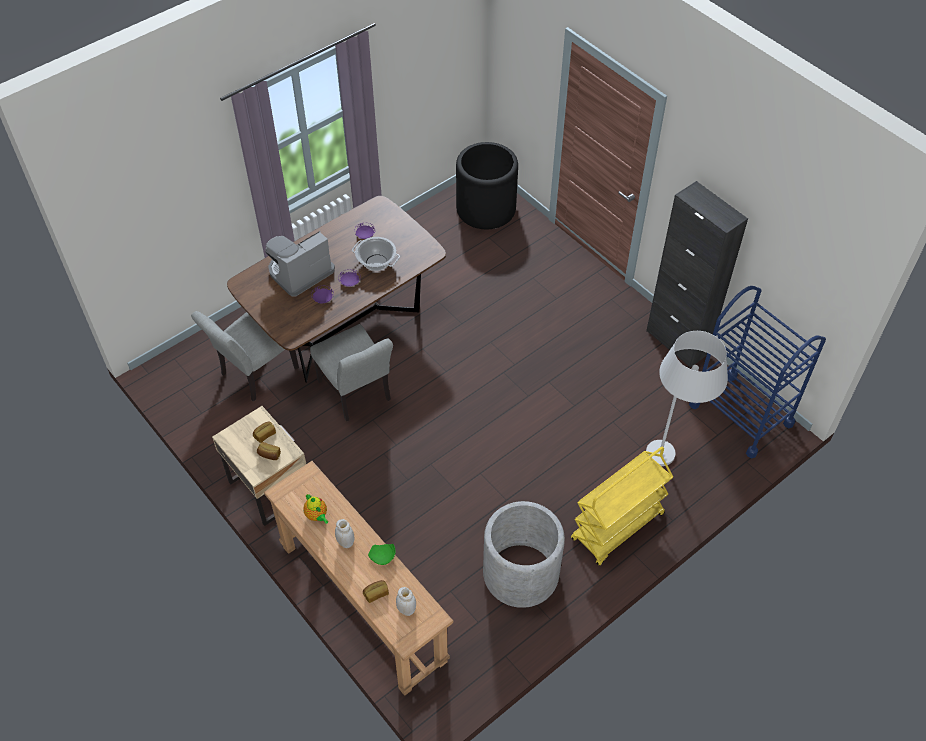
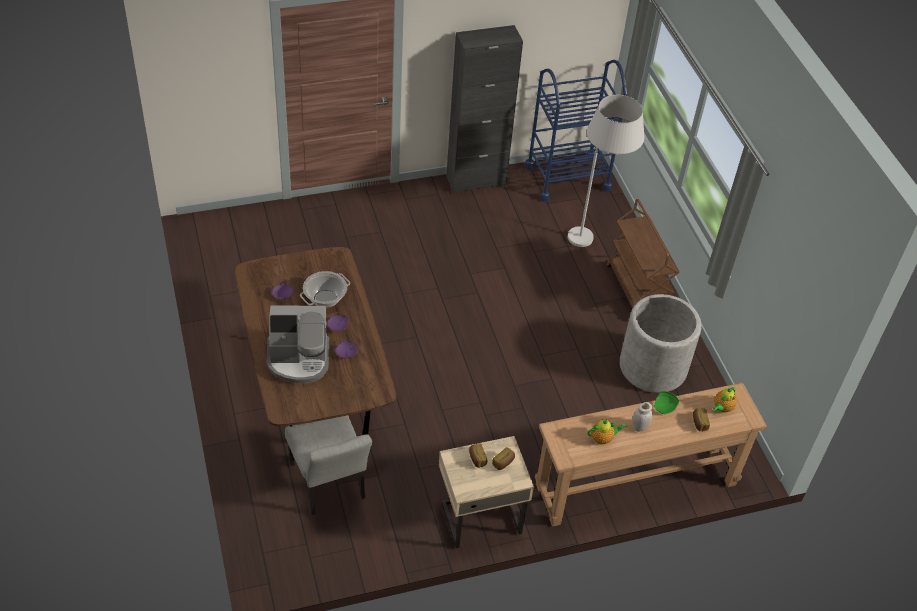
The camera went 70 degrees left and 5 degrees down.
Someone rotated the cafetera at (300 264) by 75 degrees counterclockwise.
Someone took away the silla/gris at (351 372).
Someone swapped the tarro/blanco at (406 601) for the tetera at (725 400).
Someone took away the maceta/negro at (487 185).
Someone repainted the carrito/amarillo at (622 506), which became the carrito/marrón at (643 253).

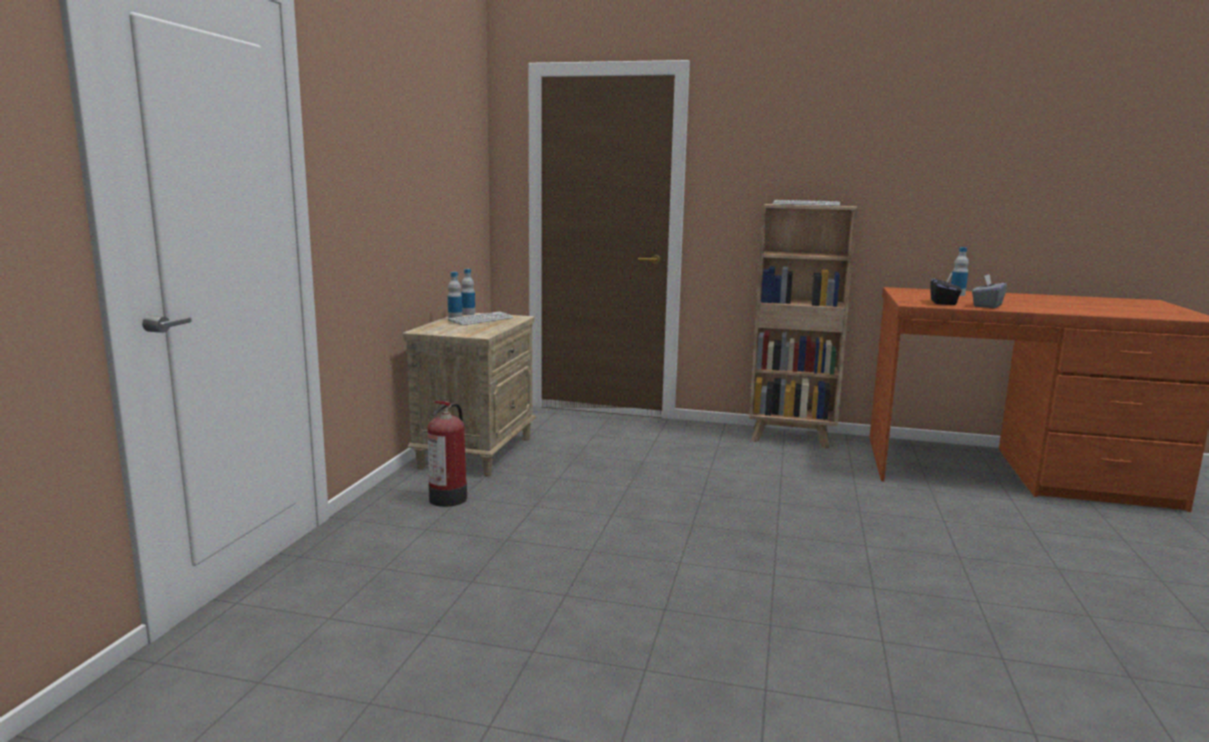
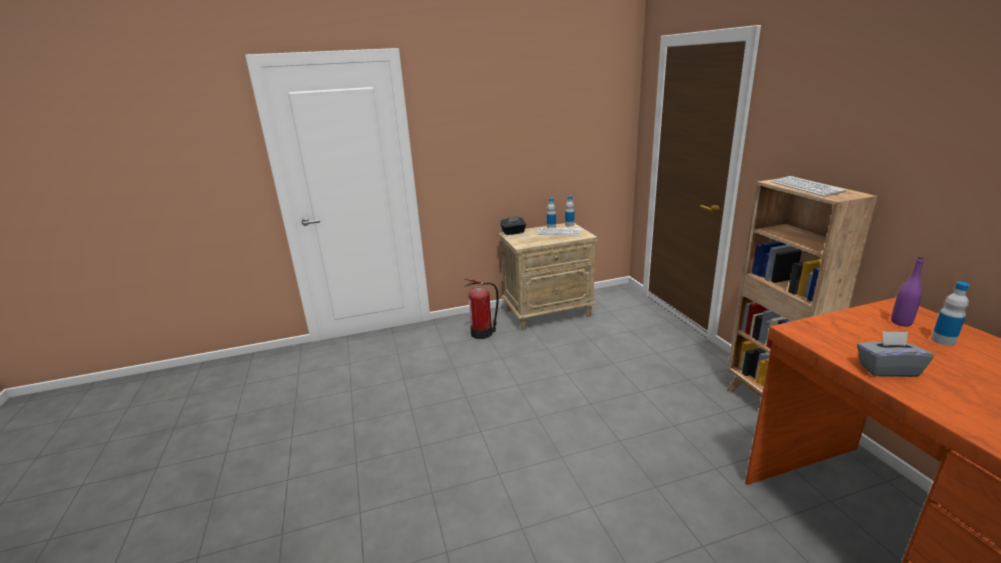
The camera went 60 degrees right and 10 degrees up.
Someone carried the caja de pañuelos/negro from (946 289) to (513 225).
Someone put down the botella/morado at (908 291).

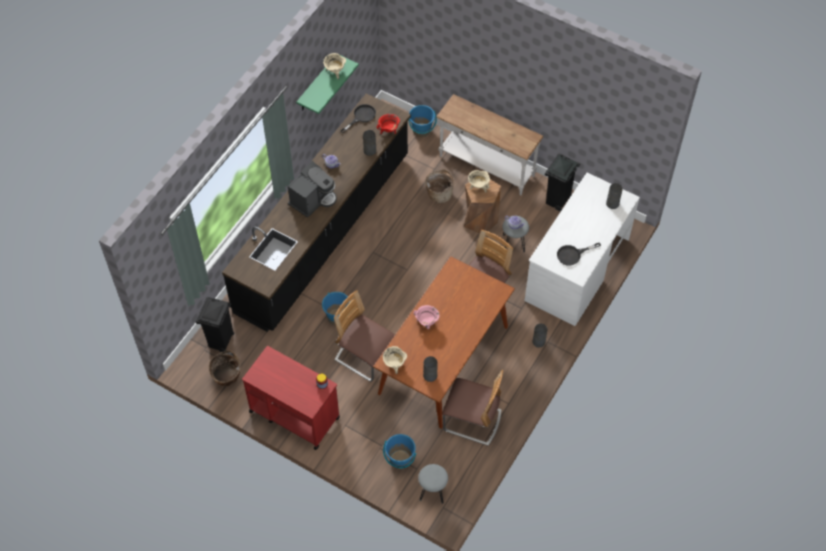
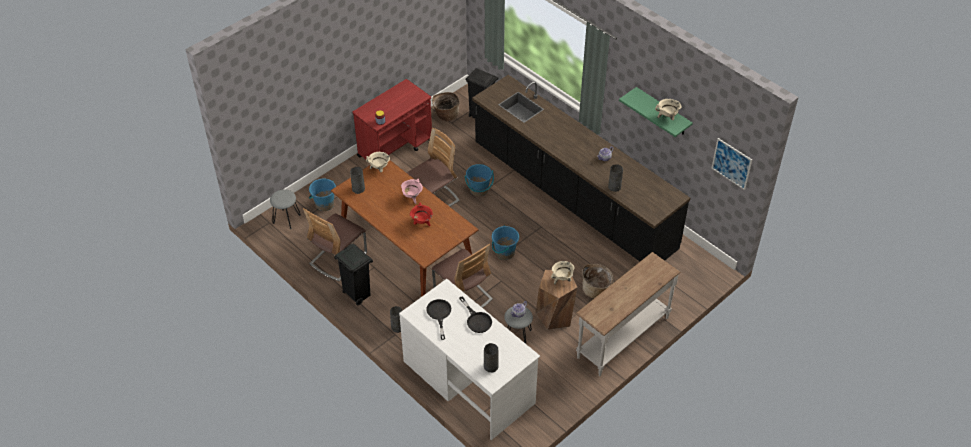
The camera went 105 degrees right and 10 degrees down.
Someone took away the cafetera at (312 189).
Someone carried the sartén/negro from (358 118) to (475 314).
Someone carried the olla/rojo from (388 124) to (421 214).
Someone carried the cubo/azul from (422 121) to (505 242).
Someone carried the papelera/negro from (562 182) to (353 275).
Someone put up the cuadro at (731 164).

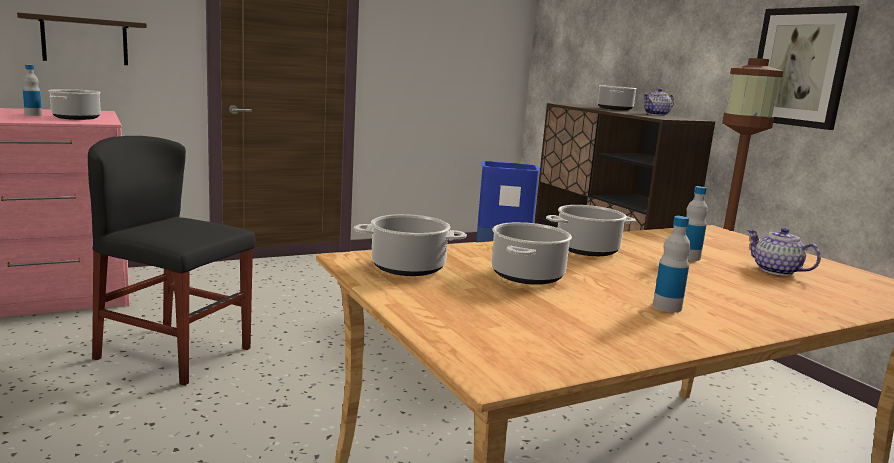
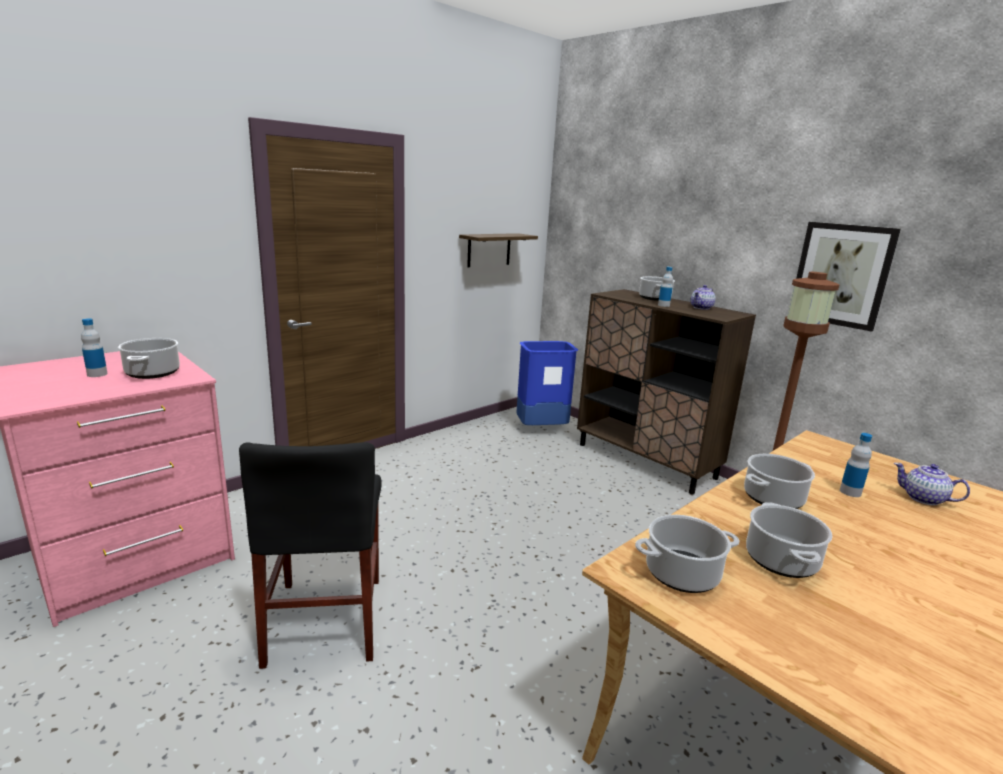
The camera went 15 degrees left and 5 degrees up.
Someone carried the estante from (82 38) to (498 250).
Someone rotated the silla/negro at (171 261) by 105 degrees counterclockwise.
Someone carried the botella from (672 264) to (665 287).

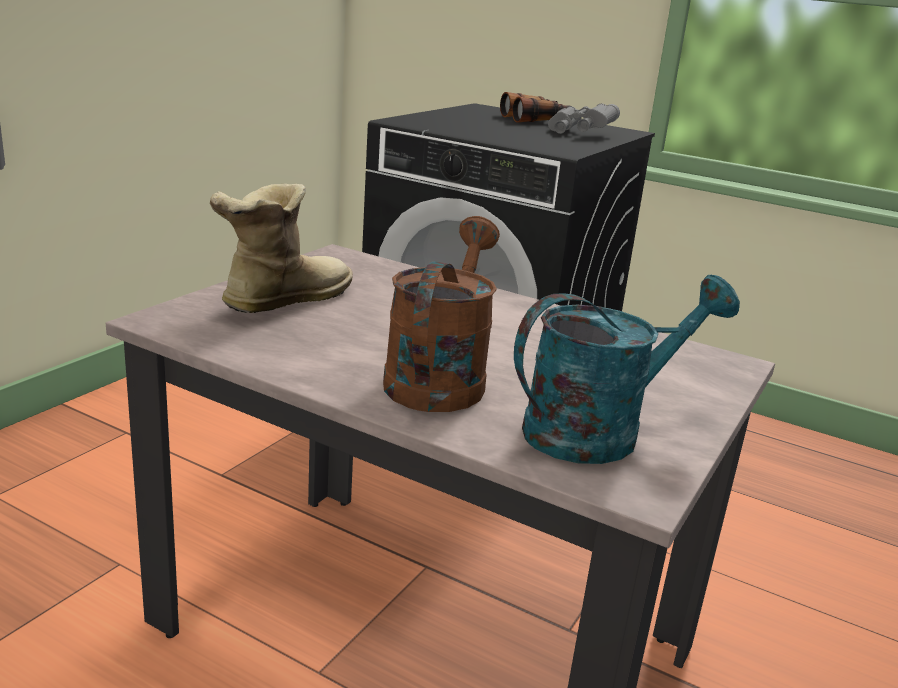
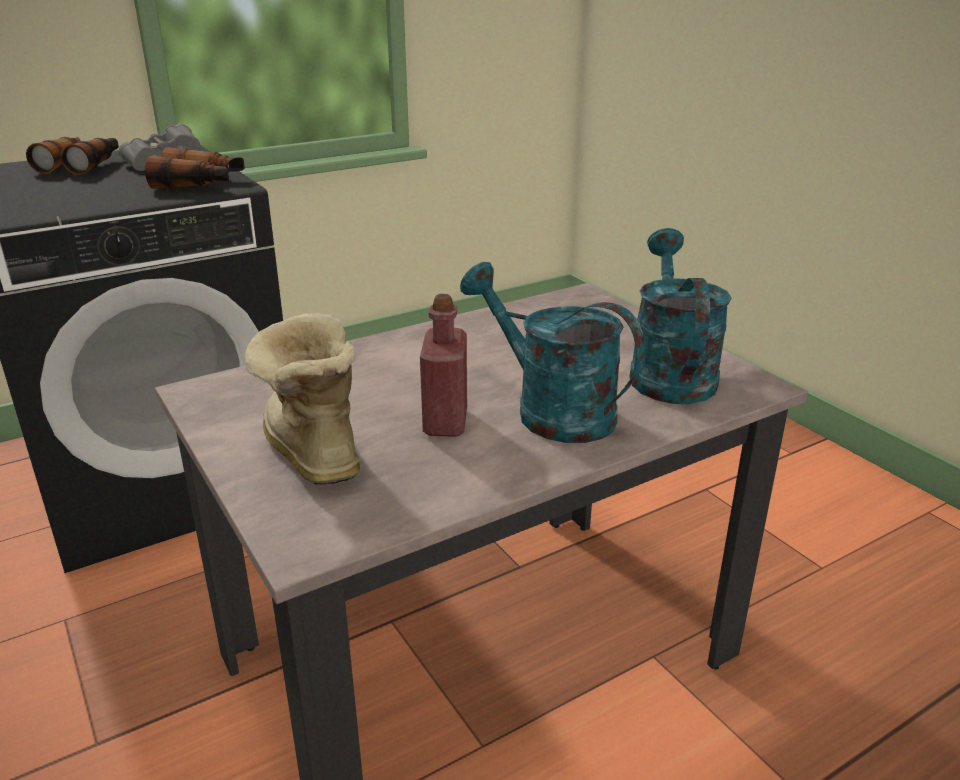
The camera went 60 degrees left and 5 degrees up.
Someone repainted the regadera/marrón at (441 314), which became the regadera/turquesa at (552 352).
Someone put down the prismáticos at (195 168).
Someone put down the botella/rojo at (443 365).

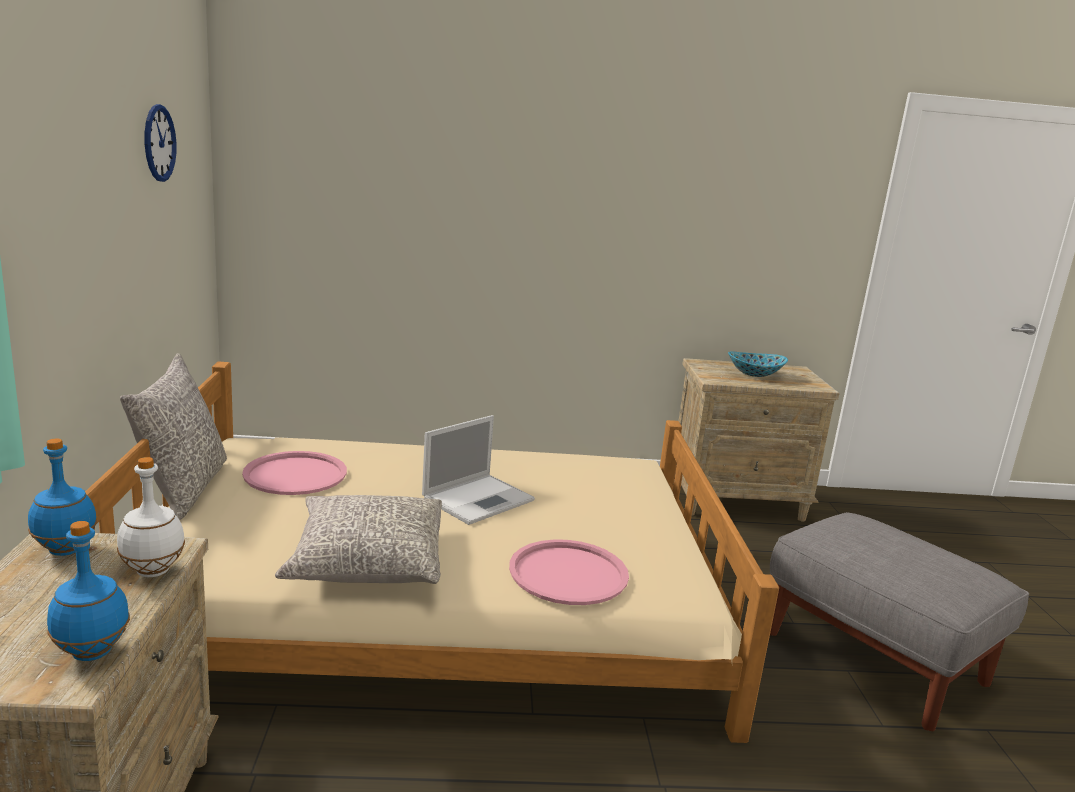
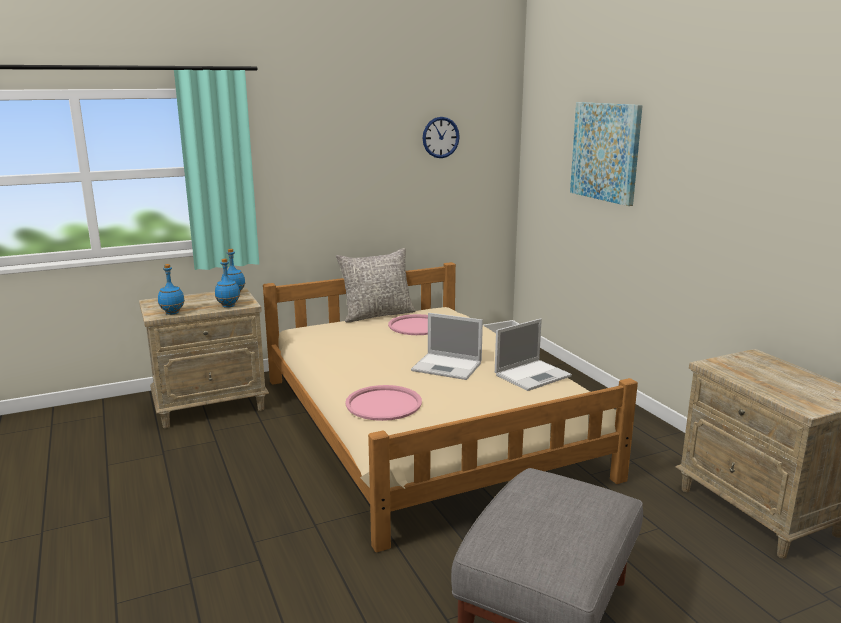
The camera went 70 degrees right and 0 degrees up.
Someone repainted the botella/blanco at (151 517), which became the botella/azul at (227 283).
Someone took away the cojín/gris at (358 539).
Someone took away the cuenco at (758 364).
Someone put down the portátil at (533 354).
Someone put up the cuadro at (606 154).

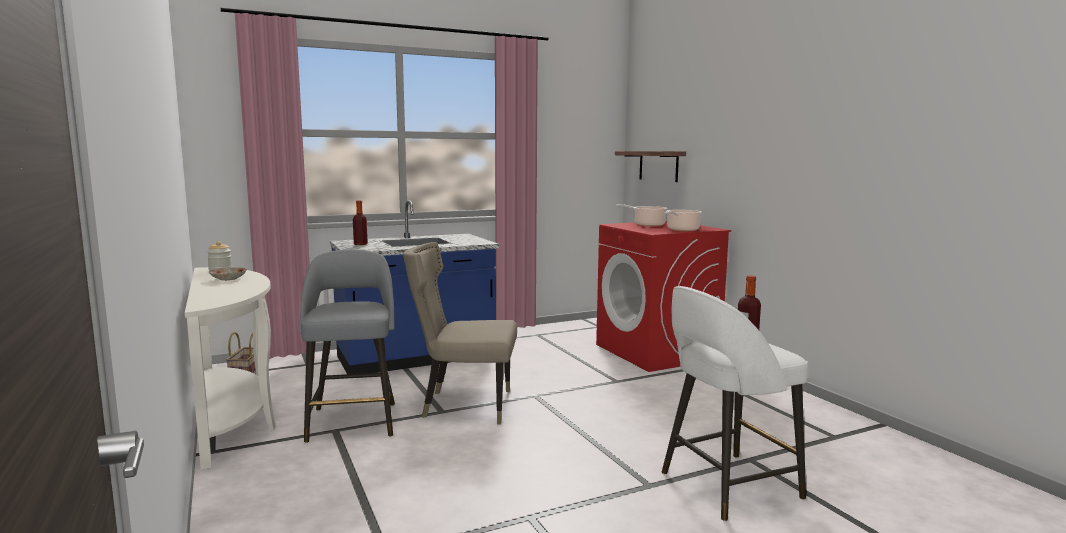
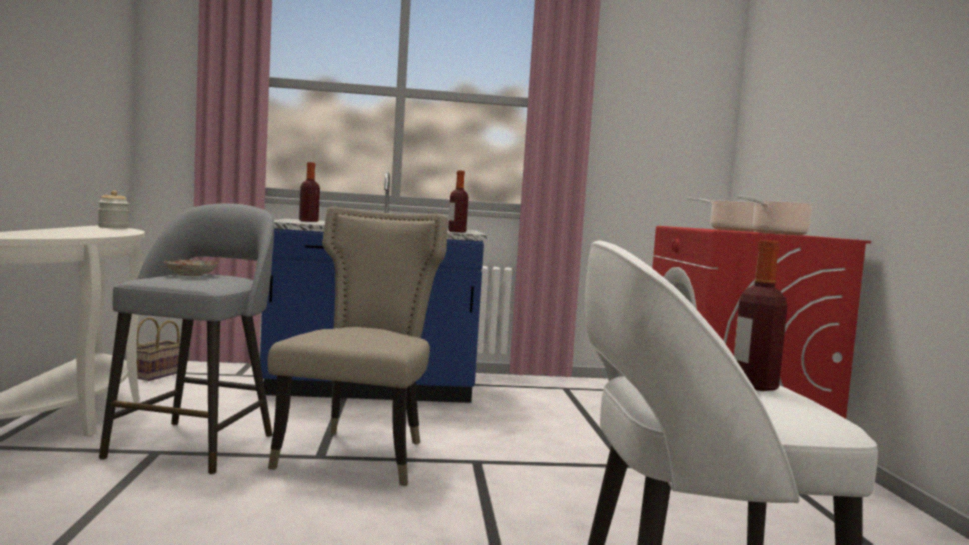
The camera went 20 degrees right and 5 degrees down.
Someone carried the plato from (228 274) to (191 268).
Someone rotated the silla/beis at (460 333) by 75 degrees clockwise.
Someone took away the estante at (650 166).
Someone put down the botella at (458 201).

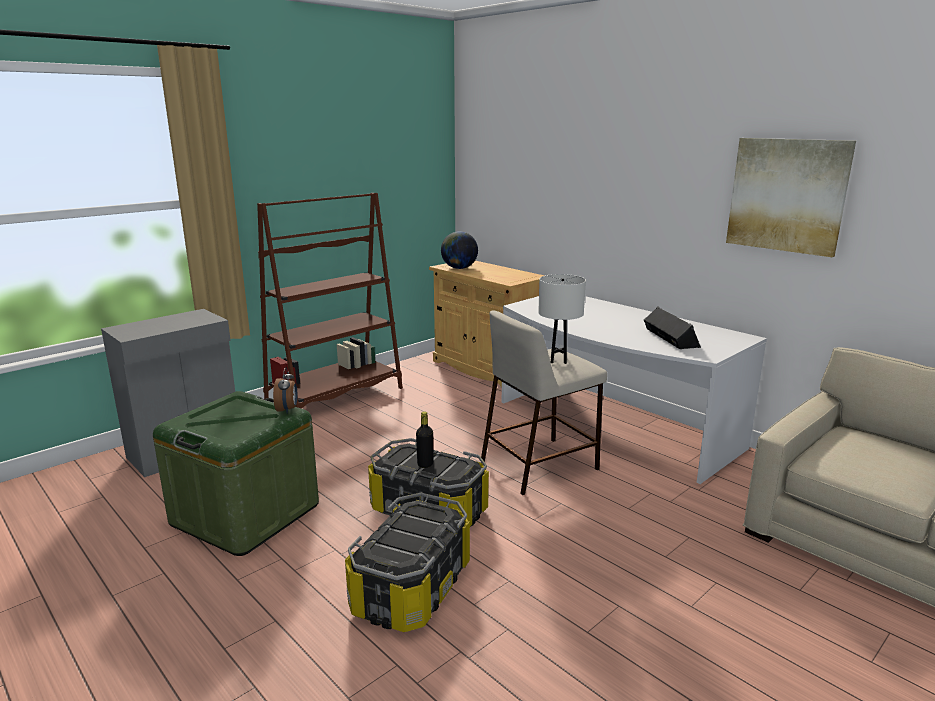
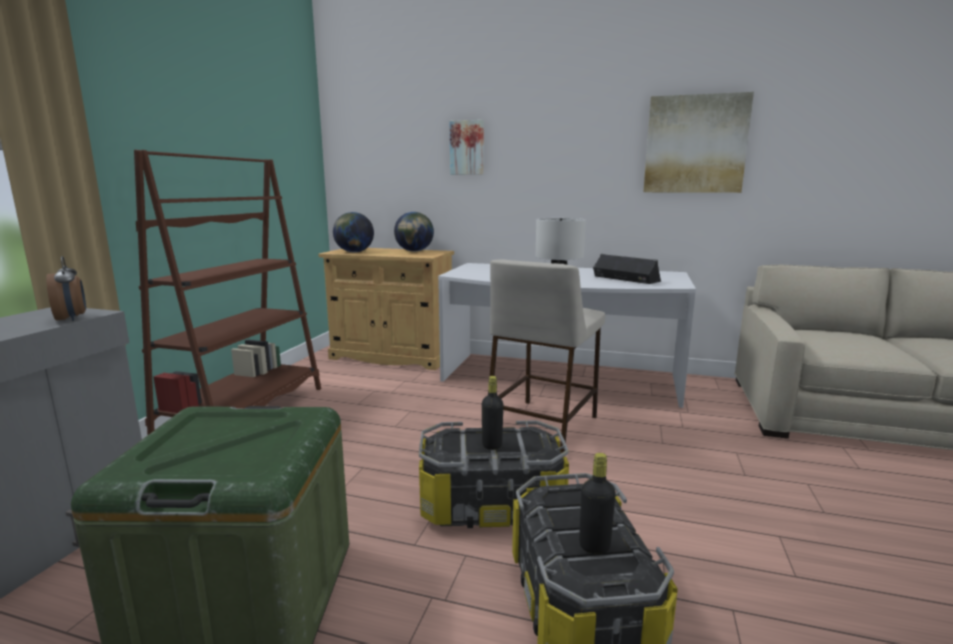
The camera went 30 degrees left and 5 degrees down.
Someone carried the despertador from (285 390) to (66 288).
Someone put down the globo terráqueo at (414 232).
Someone put up the cuadro at (467 147).
Someone put down the botella/negro at (597 503).

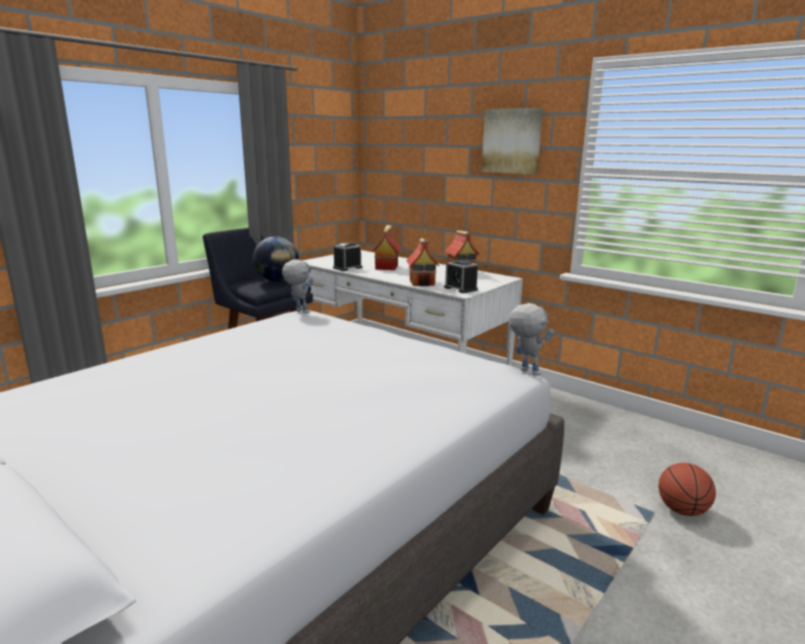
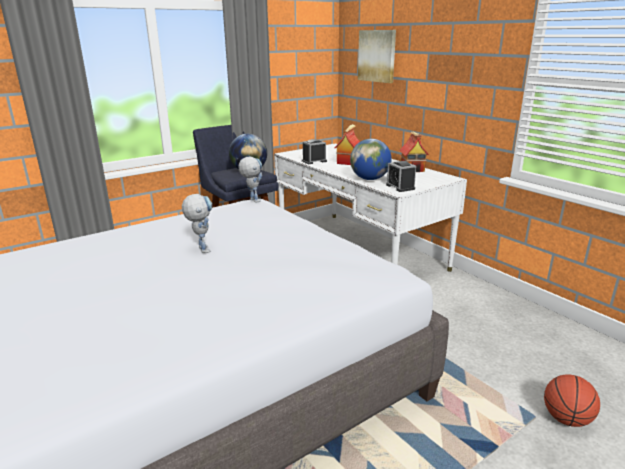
The camera went 15 degrees right and 5 degrees up.
Someone swapped the casita at (422 262) for the globo terráqueo at (371 159).
Someone carried the cuadro from (512 141) to (377 56).
Someone carried the robot de juguete from (531 339) to (197 223).

